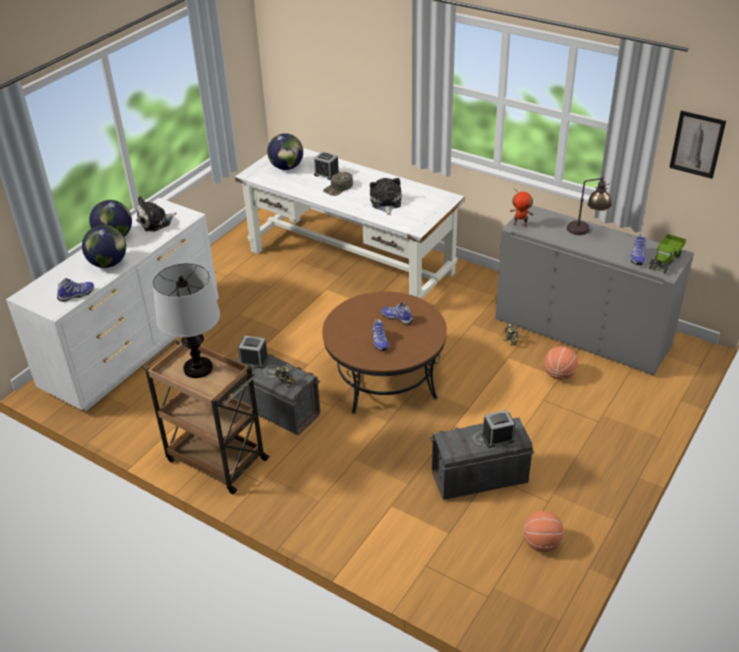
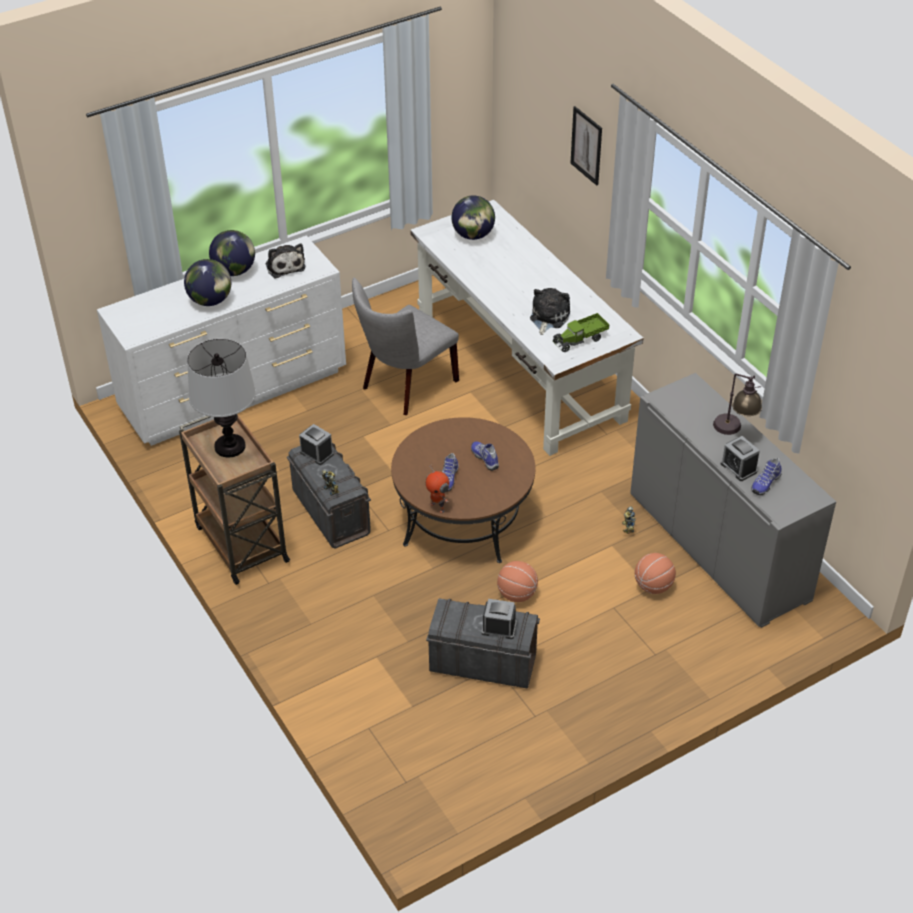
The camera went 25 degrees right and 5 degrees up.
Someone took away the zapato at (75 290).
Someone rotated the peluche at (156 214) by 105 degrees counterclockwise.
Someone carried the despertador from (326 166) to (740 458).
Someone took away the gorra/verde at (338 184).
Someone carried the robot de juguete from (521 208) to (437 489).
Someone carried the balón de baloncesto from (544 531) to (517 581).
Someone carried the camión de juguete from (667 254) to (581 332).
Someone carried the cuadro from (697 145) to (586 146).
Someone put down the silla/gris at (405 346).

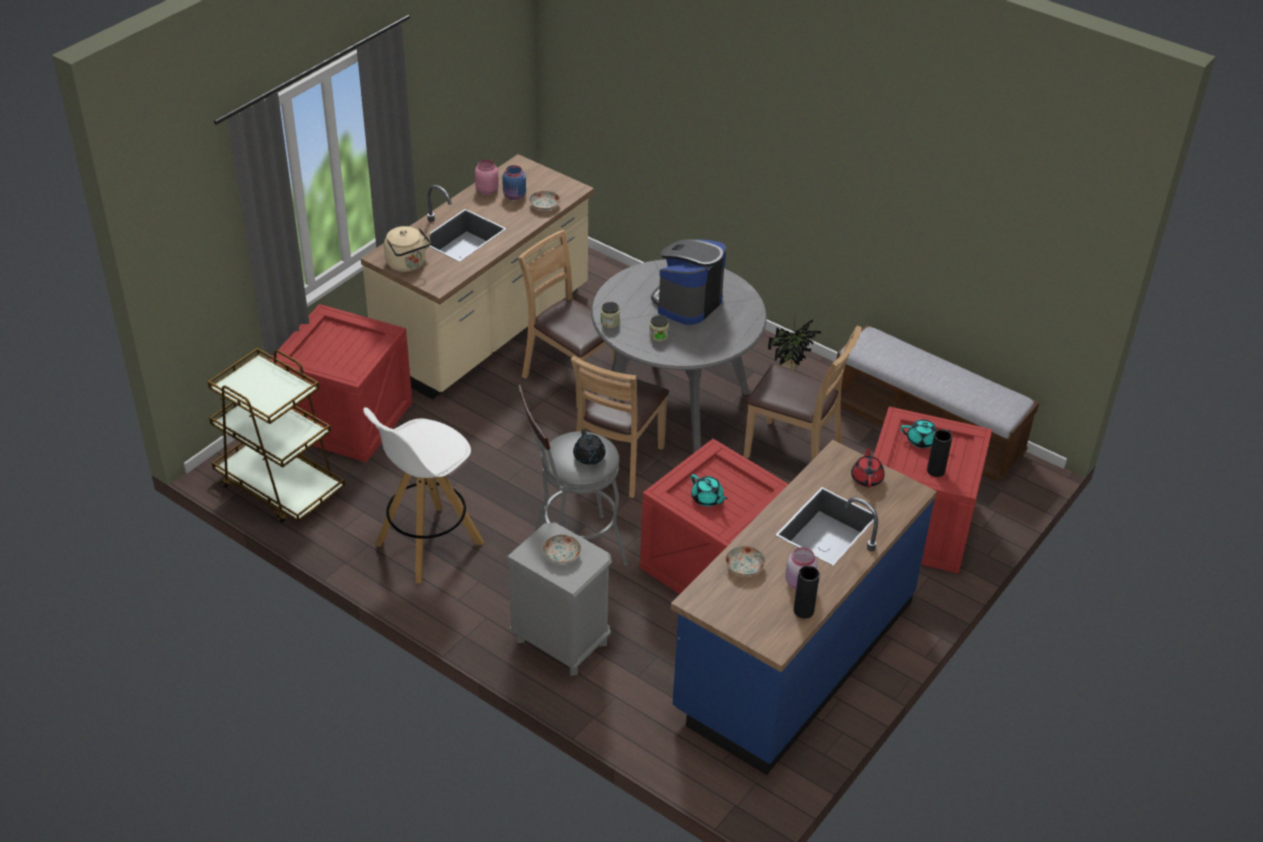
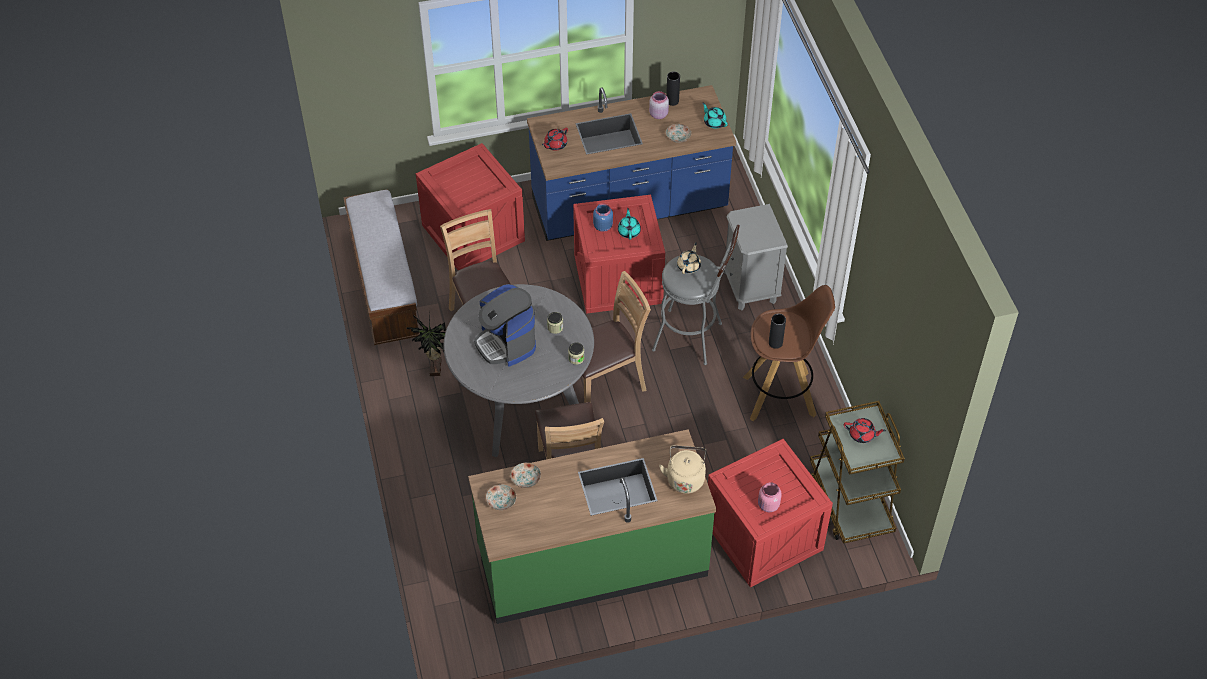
The camera went 140 degrees left and 10 degrees up.
Someone repainted the mueble bajo de cocina/beis at (477 277), which became the mueble bajo de cocina/verde at (592 526).
Someone repainted the taburete/blanco at (423 495), which became the taburete/marrón at (789 353).
Someone carried the tarro/rosa from (487 177) to (770 497).
Someone carried the tarro/azul from (514 182) to (603 218).
Someone carried the plato from (562 549) to (501 497).
Someone repainted the tetera/negro at (589 447), which became the tetera/beis at (689 258).
Someone rotated the cafetera at (688 282) by 75 degrees clockwise.
Someone carried the tetera/turquesa from (925 434) to (715 115).
Someone carried the florero/negro from (939 453) to (777 331).
Someone put down the tetera/rojo at (865 430).

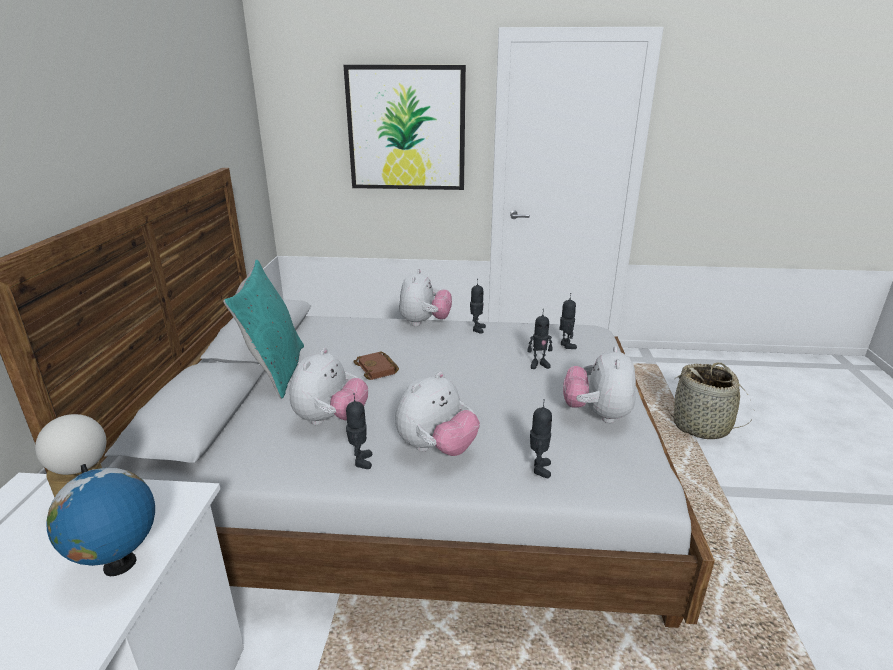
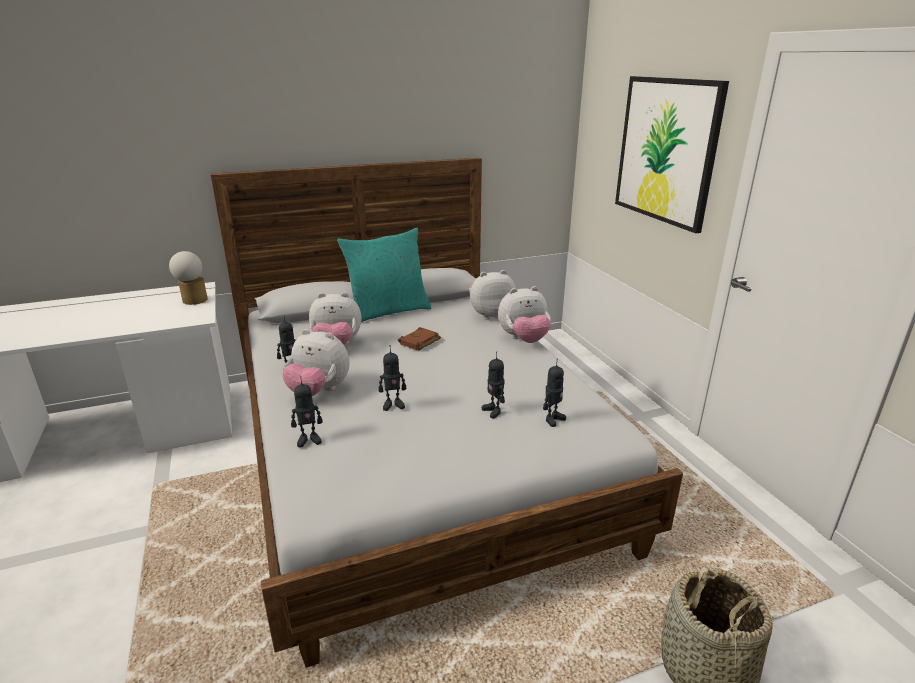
The camera went 65 degrees right and 0 degrees up.
Someone took away the globo terráqueo at (100 520).
Someone carried the robot de juguete from (478 306) to (392 380).
Someone carried the peluche from (599 384) to (492 295).

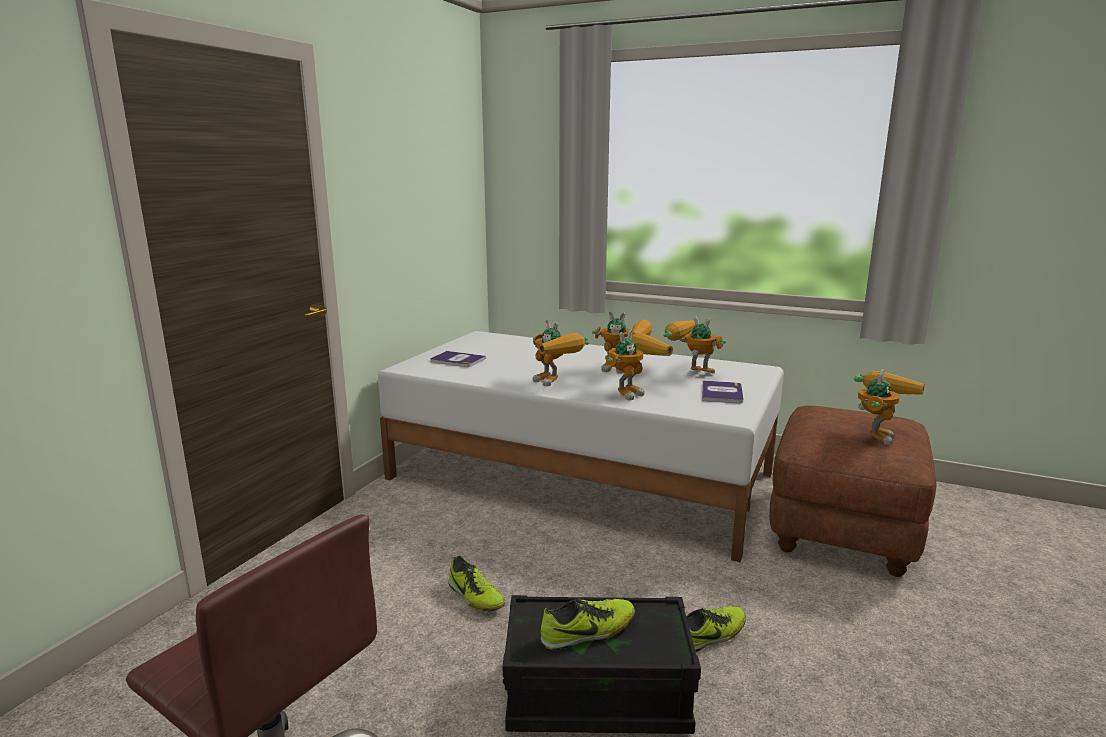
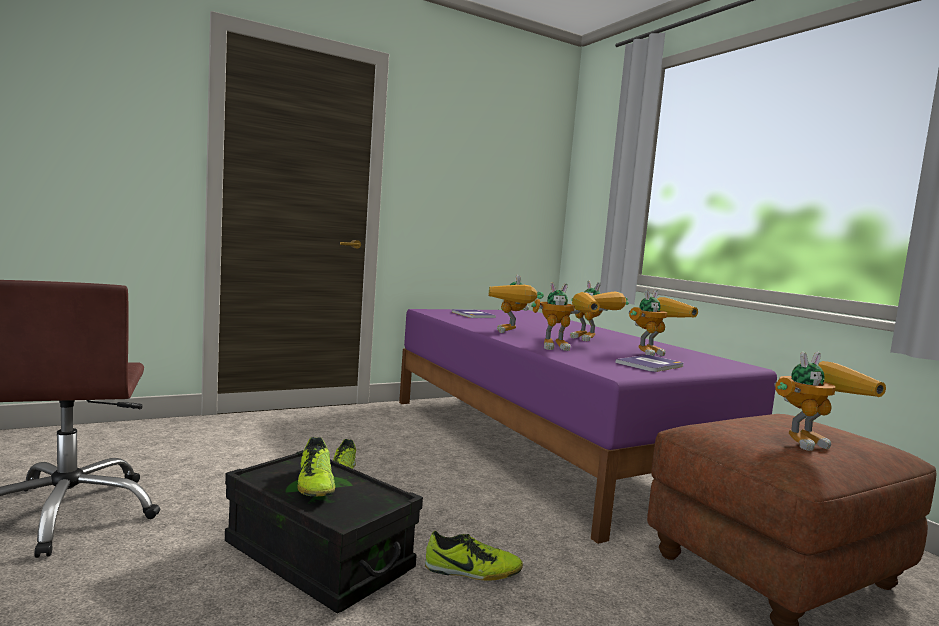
The camera went 35 degrees right and 10 degrees down.
Someone repainted the cama/blanco at (581 446), which became the cama/morado at (588 426).
Someone rotated the zapato at (588 624) by 60 degrees clockwise.
Someone rotated the robot de juguete at (694 345) by 75 degrees clockwise.

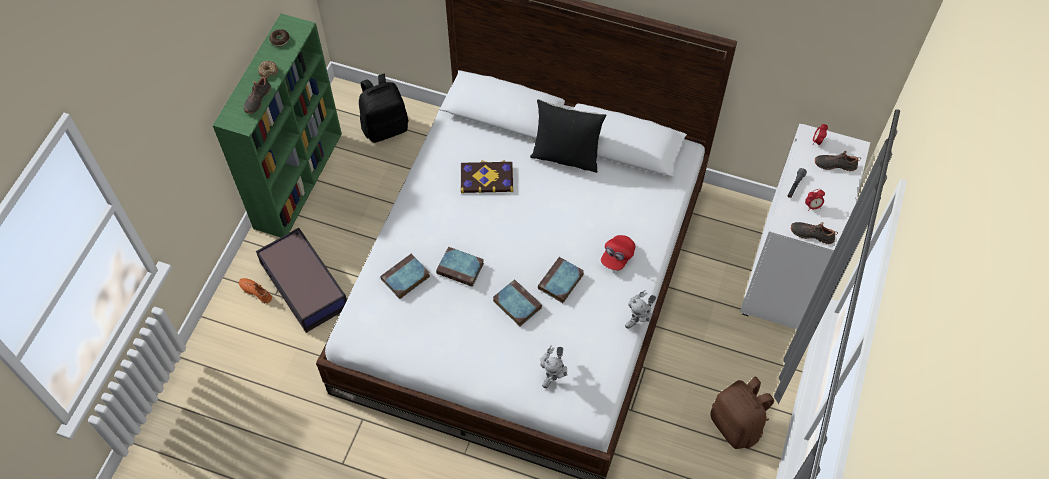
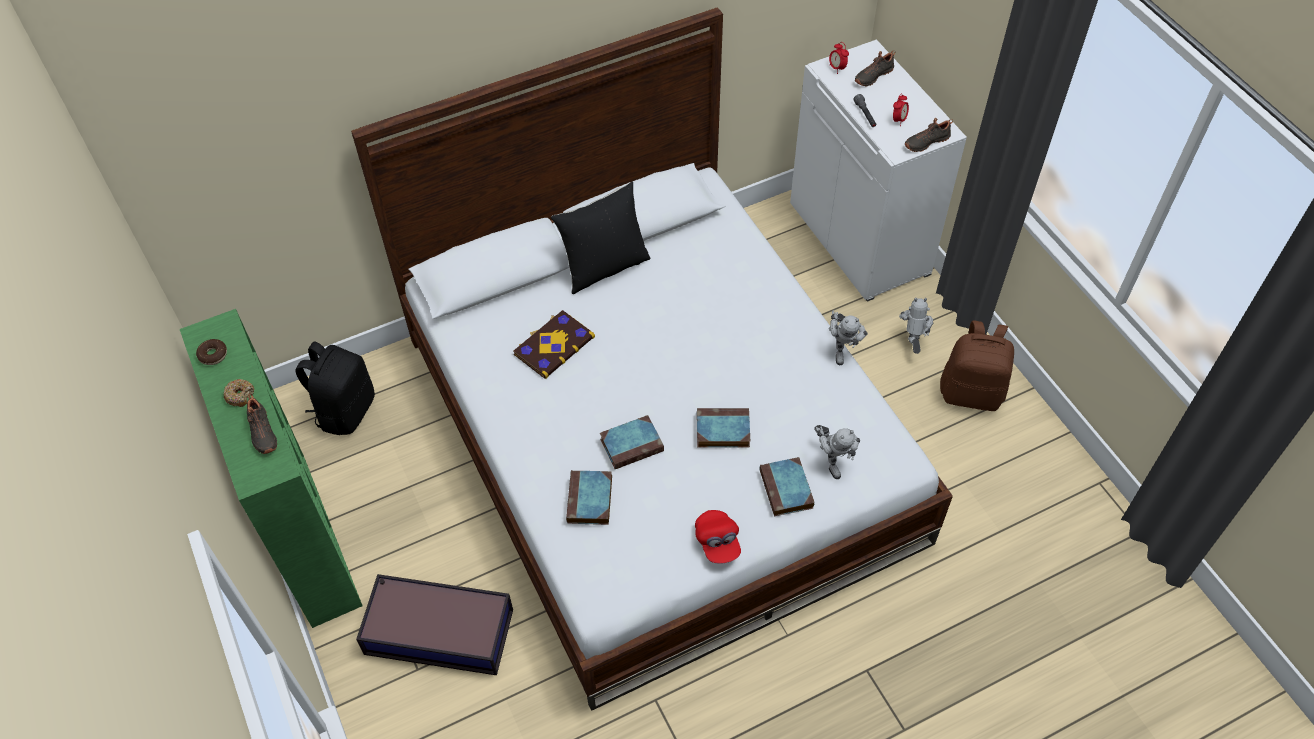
The camera went 45 degrees left and 5 degrees down.
Someone took away the zapato/naranja at (255 290).
Someone carried the libro from (561 280) to (787 486).
Someone carried the gorra/rojo from (618 253) to (718 537).
Someone put down the robot de juguete at (916 326).

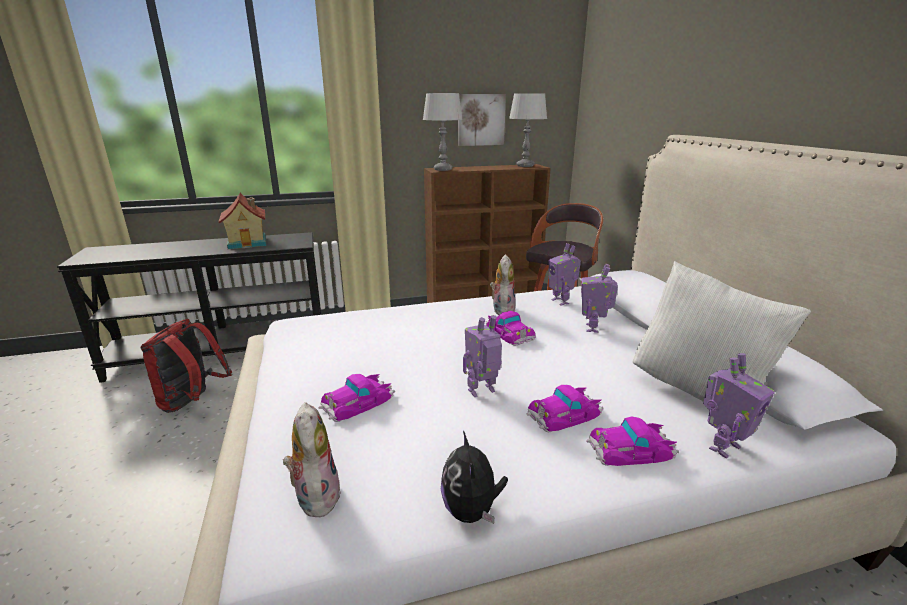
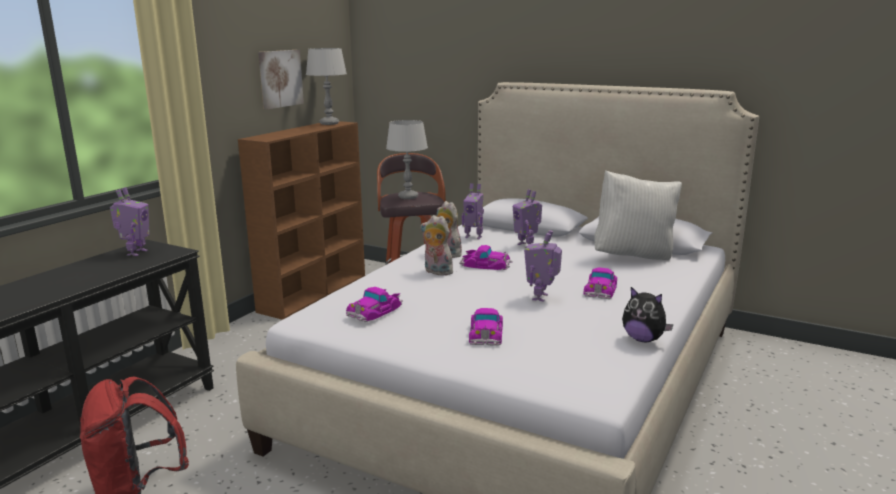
The camera went 45 degrees left and 5 degrees down.
Someone took away the casita at (242 221).
Someone carried the peluche from (312 459) to (437 245).
Someone carried the lámpara de mesa/gris from (443 132) to (407 159).
Someone carried the coche de juguete from (632 441) to (374 304).
Someone carried the robot de juguete from (739 406) to (130 221).

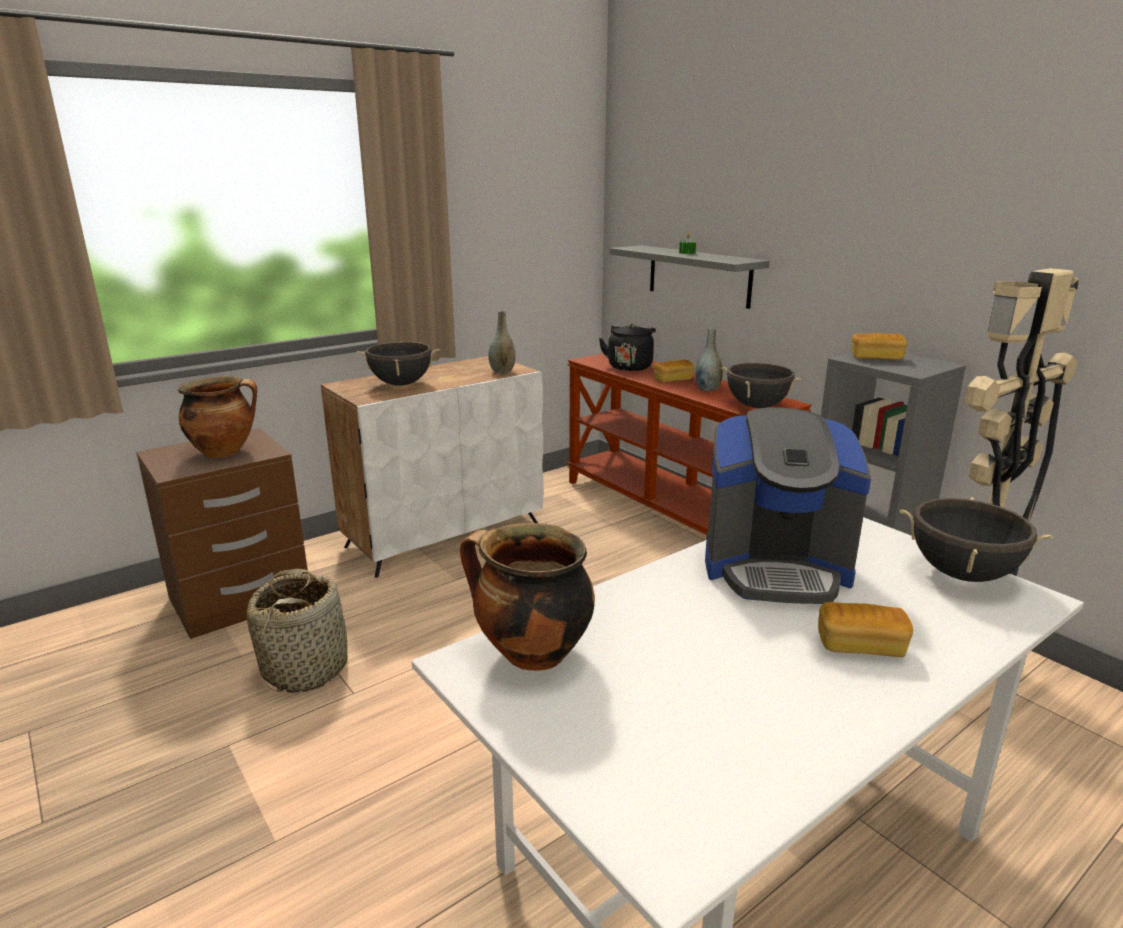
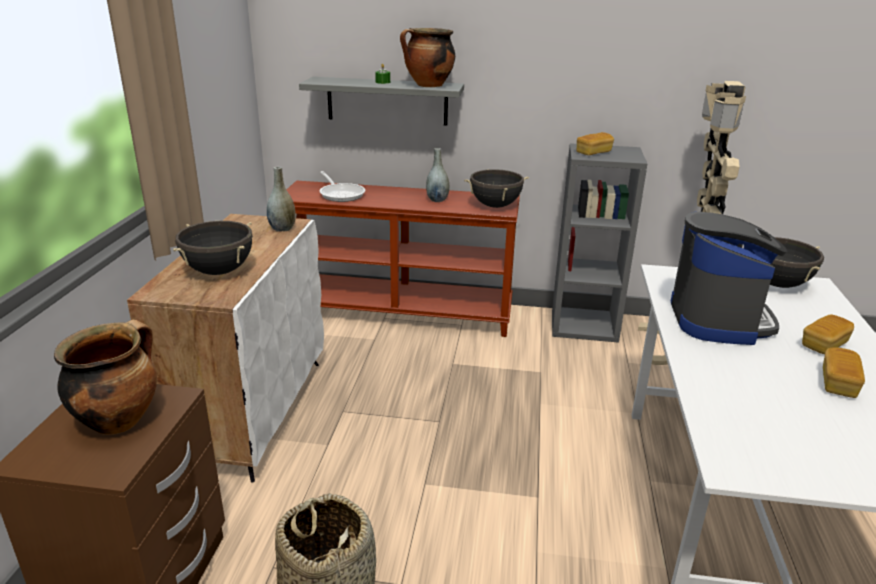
The camera went 45 degrees left and 5 degrees up.
Someone carried the olla from (527 597) to (427 57).
Someone swapped the hervidor/negro at (627 347) for the sartén at (342 186).
Someone carried the pan from (674 370) to (844 372).
Someone rotated the cafetera at (788 506) by 45 degrees counterclockwise.

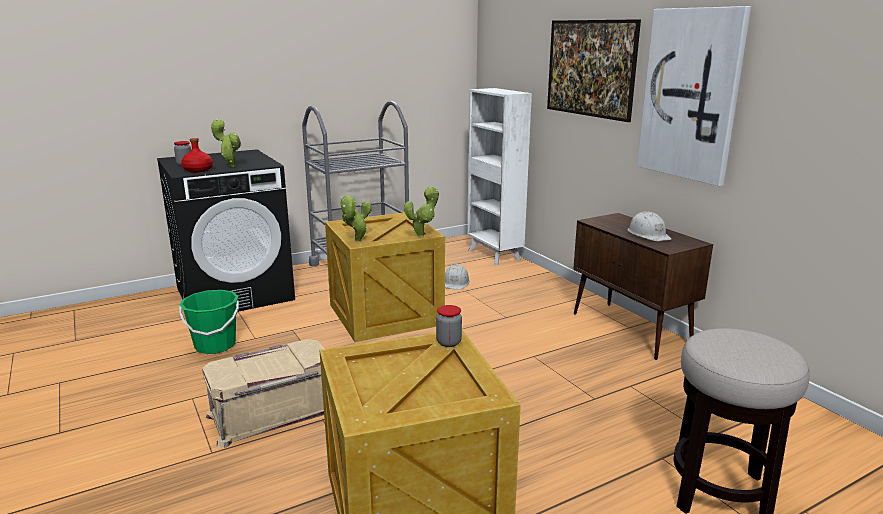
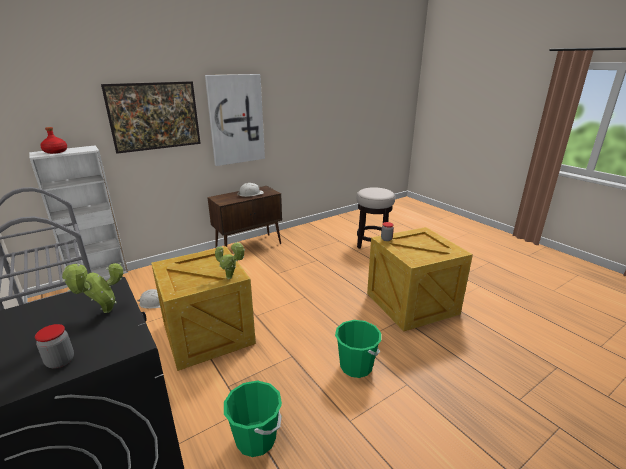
The camera went 95 degrees left and 5 degrees up.
Someone carried the botella/rojo from (197 155) to (53 140).
Someone swapped the caja de almacenaje/beis at (263 393) for the cubo/verde at (358 349).
Someone took away the planta en maceta at (421 212).

